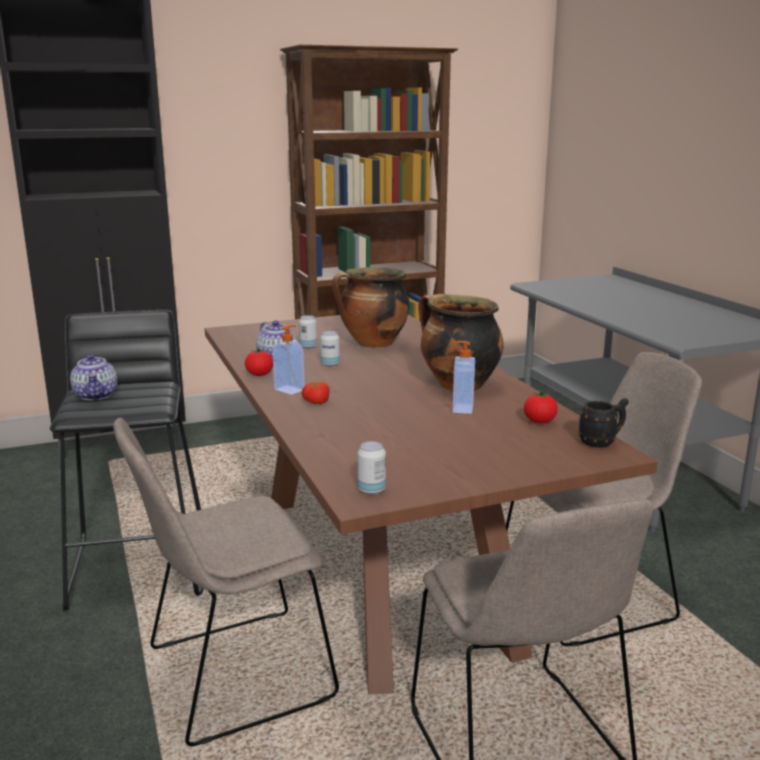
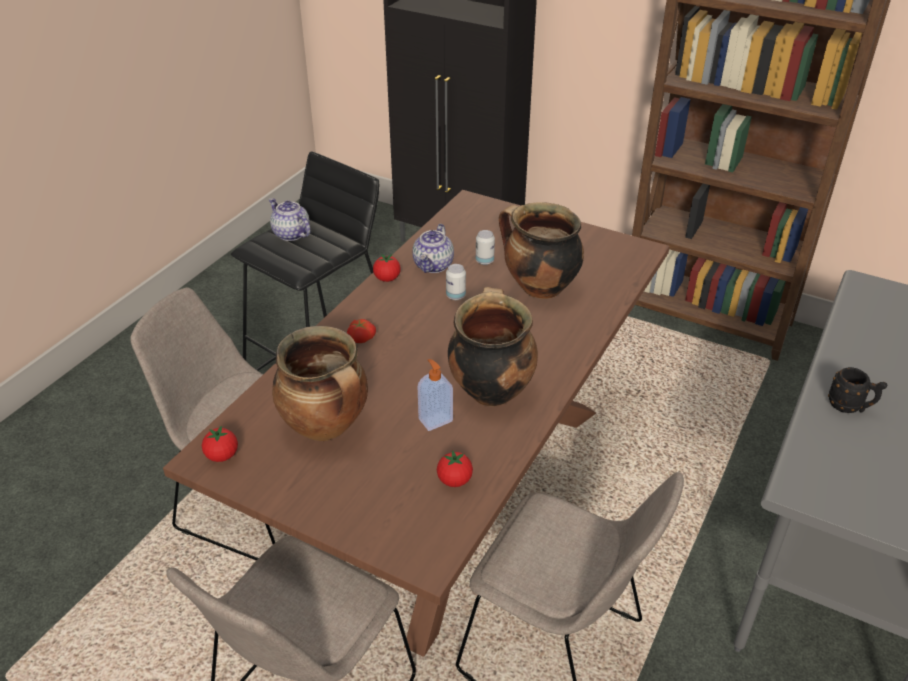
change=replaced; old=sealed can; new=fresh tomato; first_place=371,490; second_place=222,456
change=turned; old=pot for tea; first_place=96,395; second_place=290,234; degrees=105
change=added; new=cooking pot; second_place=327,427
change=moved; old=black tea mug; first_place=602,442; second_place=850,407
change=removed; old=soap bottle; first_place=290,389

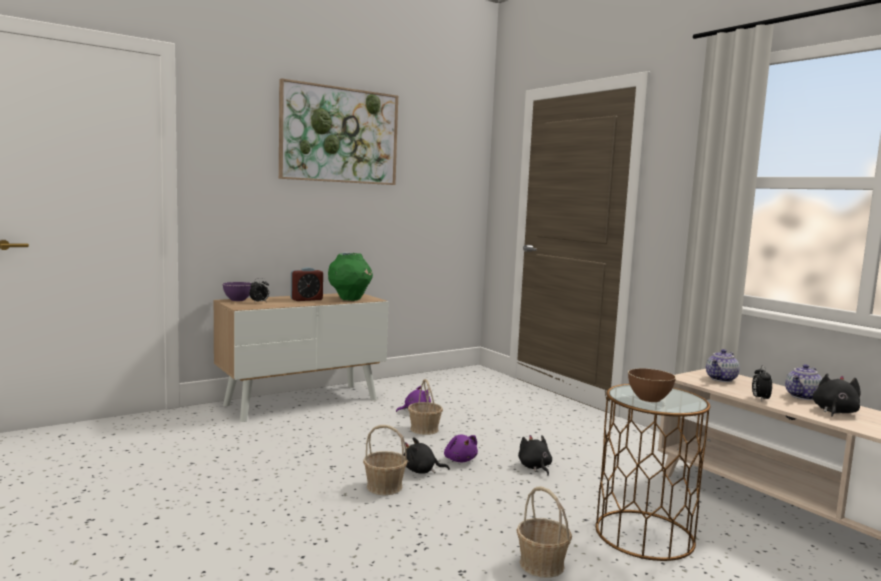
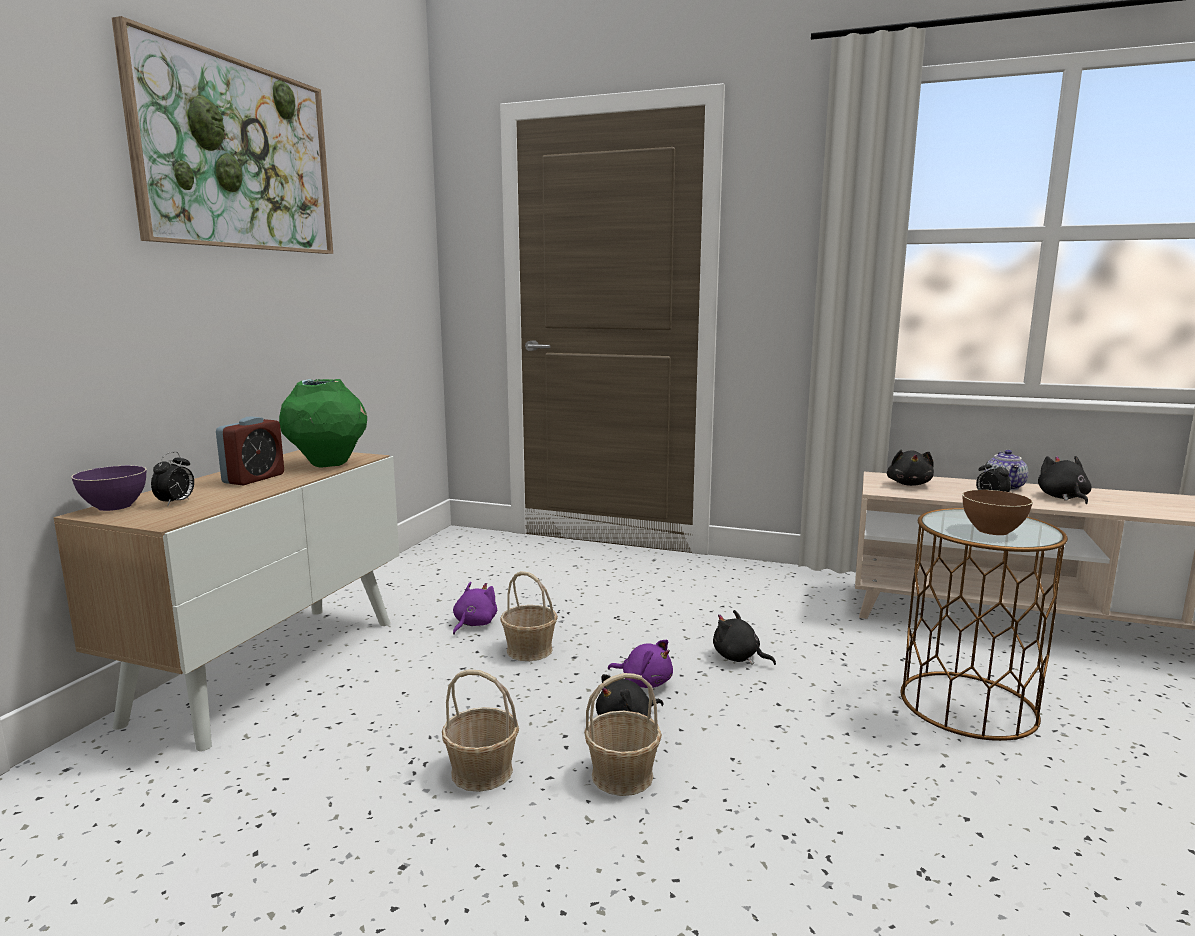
change=moved; old=storage basket; first_place=541,565; second_place=482,772
change=replaced; old=pot for tea; new=black cuddly toy; first_place=721,379; second_place=909,484

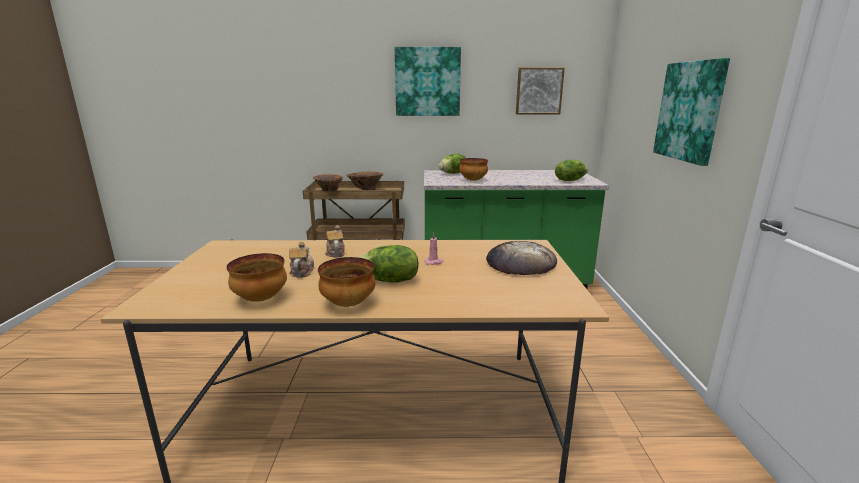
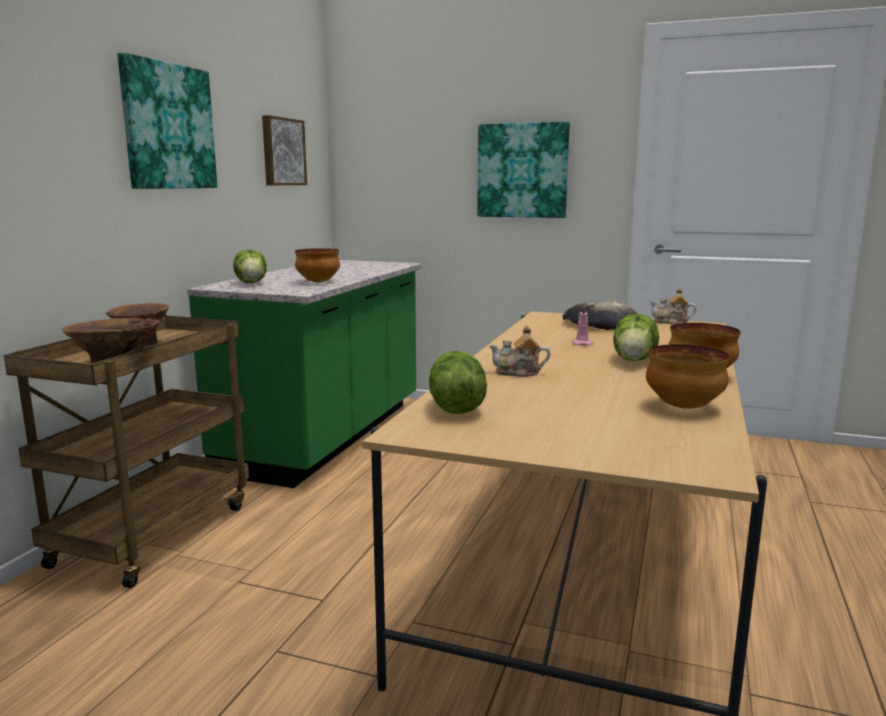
change=moved; old=lettuce; first_place=570,180; second_place=455,408
change=moved; old=pot for tea; first_place=302,272; second_place=671,322

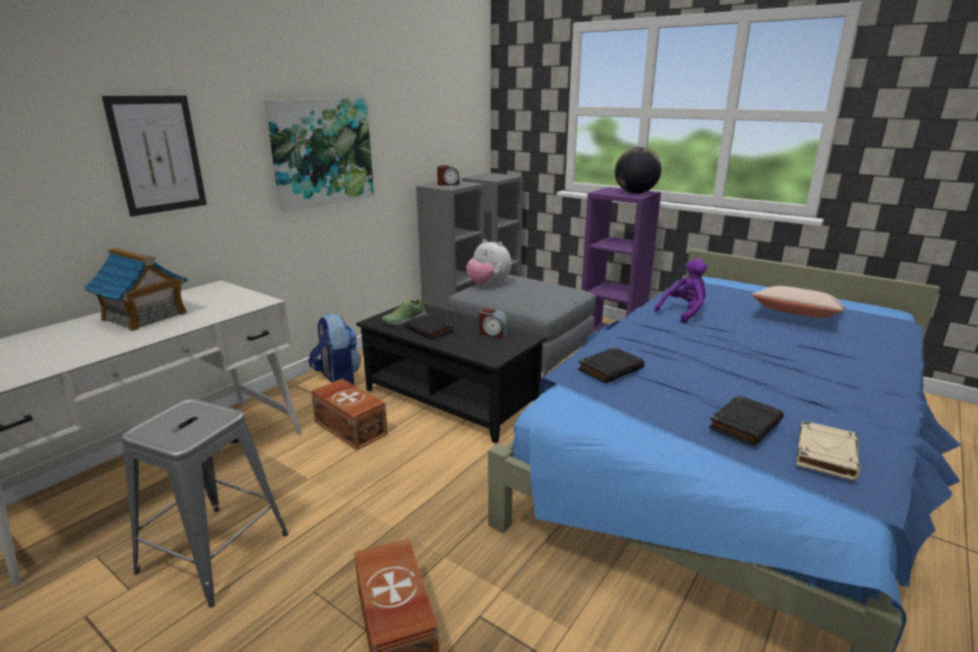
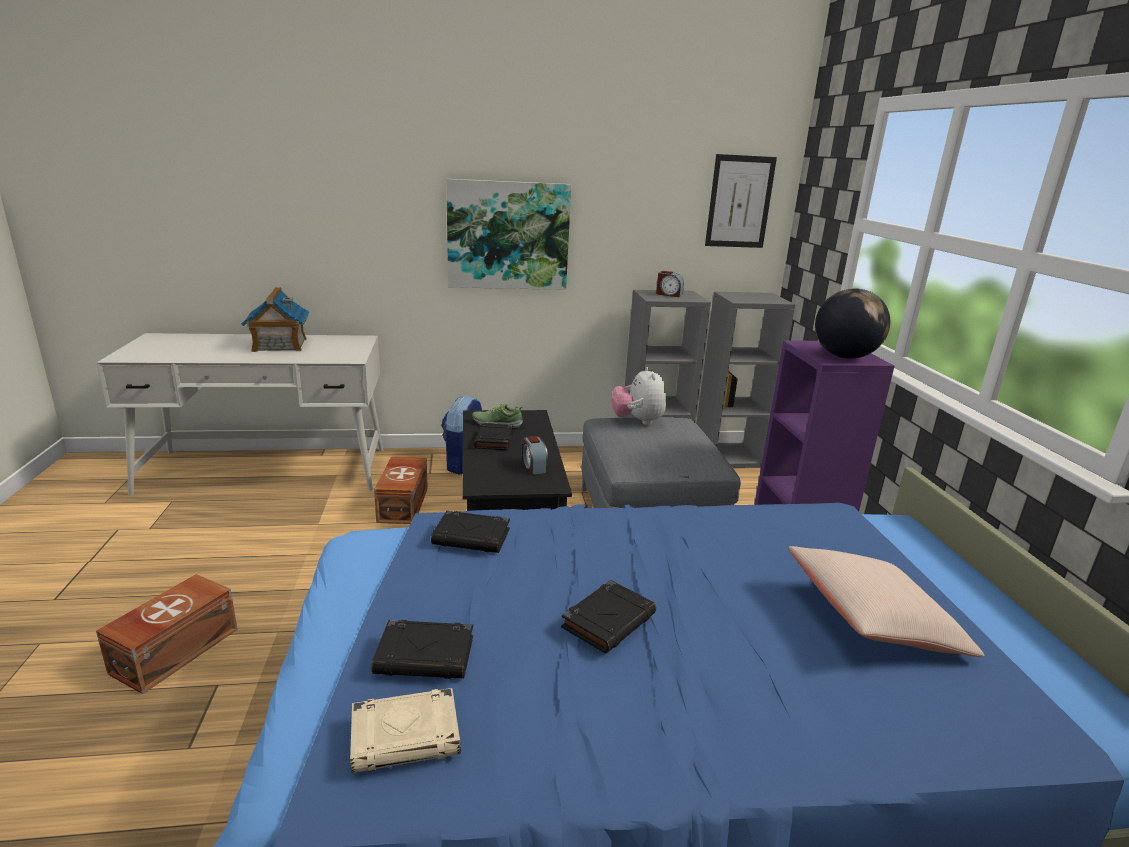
change=added; new=black volume; second_place=608,620
change=moved; old=wall picture; first_place=158,155; second_place=739,202
change=removed; old=gray sitting stool; first_place=214,552
change=removed; old=purple-coloured cuddly toy; first_place=683,312

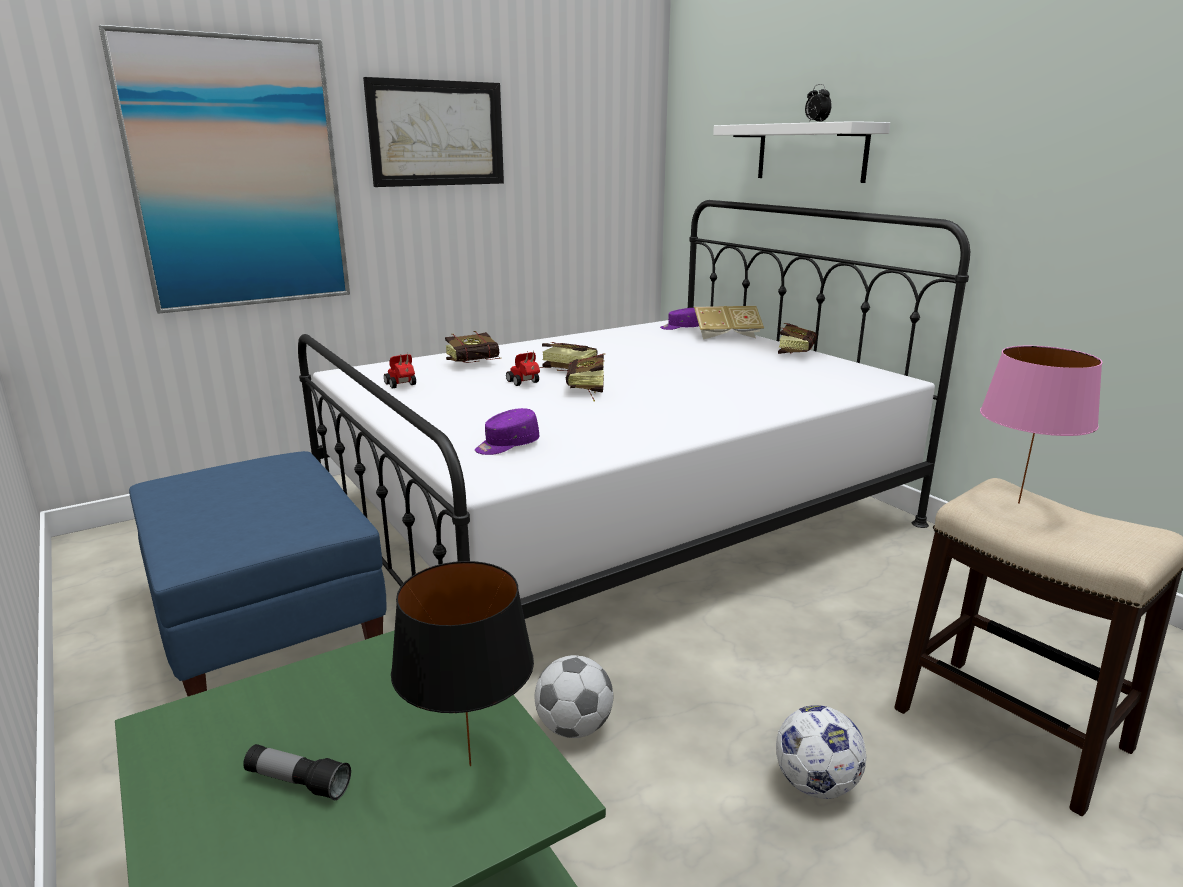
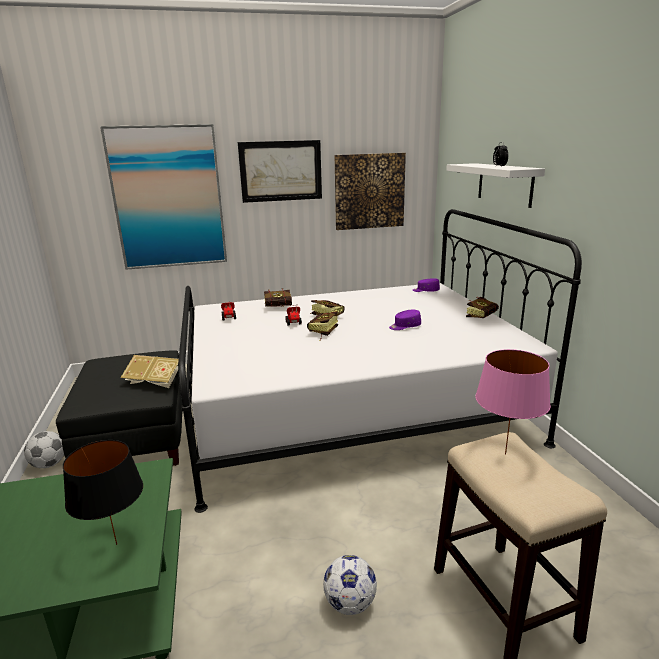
change=moved; old=football ball; first_place=574,727; second_place=49,464
change=recoloured; old=blue footrest; new=black footrest; first_place=266,620; second_place=136,439
change=moved; old=volume; first_place=726,336; second_place=154,382
change=added; new=wall picture; second_place=369,191
change=moved; old=purple-coloured peaked cap; first_place=507,445; second_place=404,326
change=removed; old=flashlight; first_place=298,782

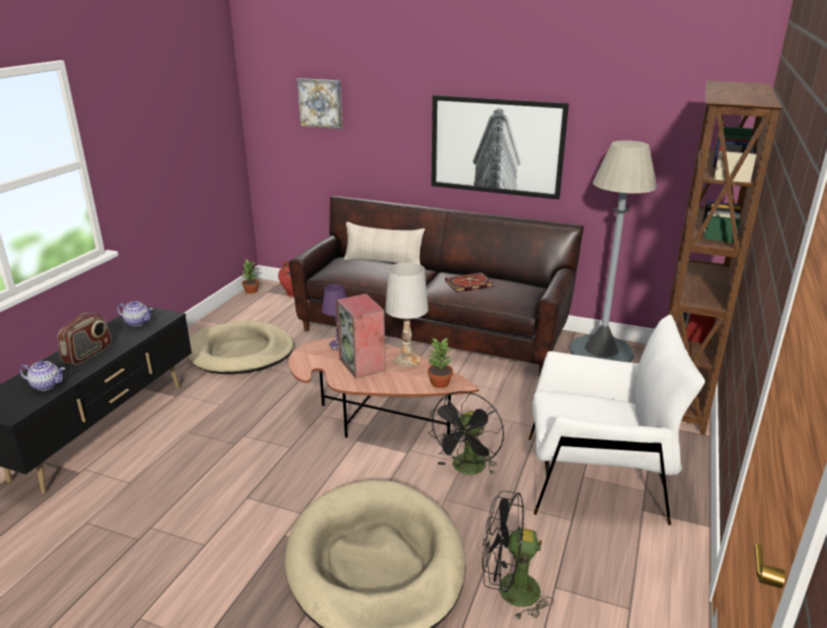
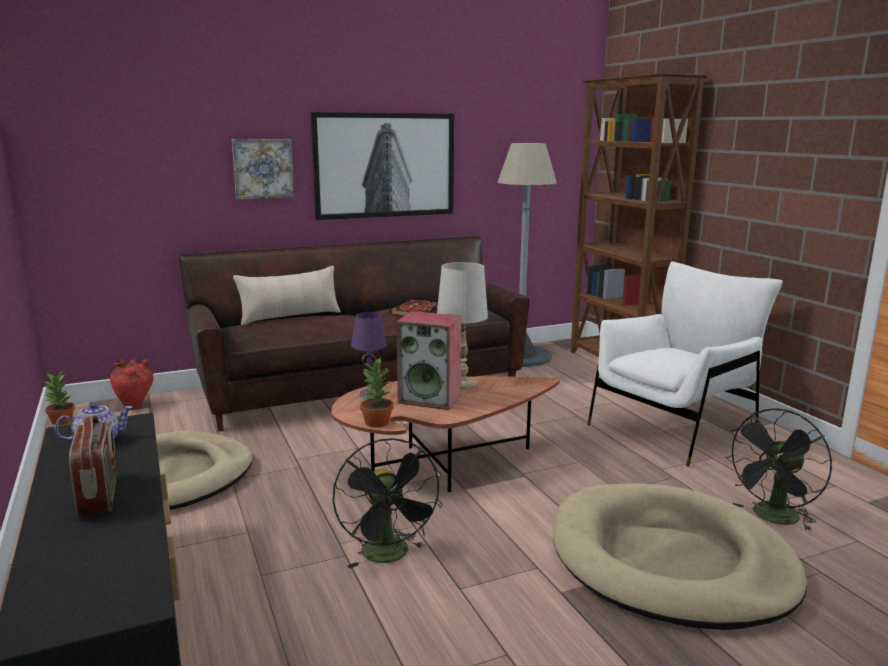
change=moved; old=wall picture; first_place=321,103; second_place=263,168
change=moved; old=black electric fan; first_place=467,470; second_place=390,556
change=moved; old=houseplant; first_place=439,383; second_place=376,422
change=removed; old=pot for tea; first_place=47,385

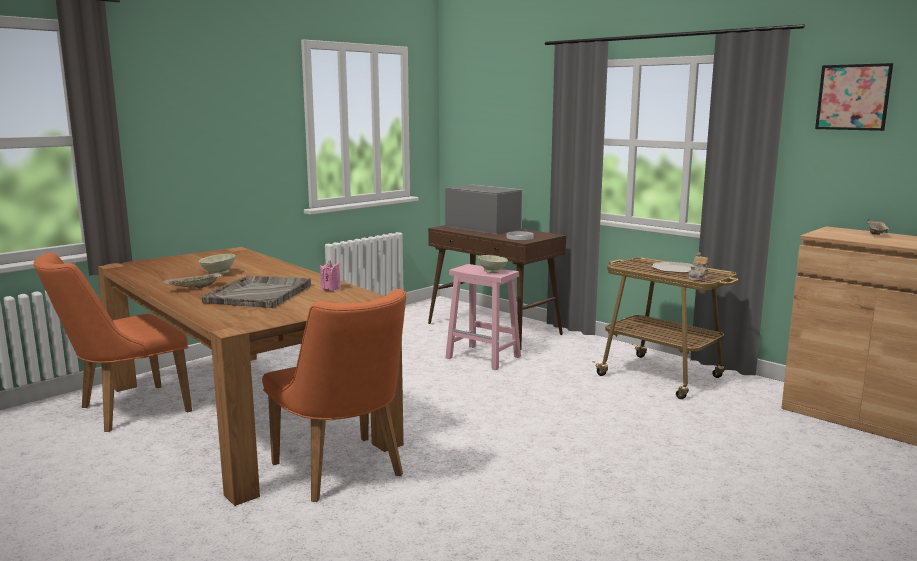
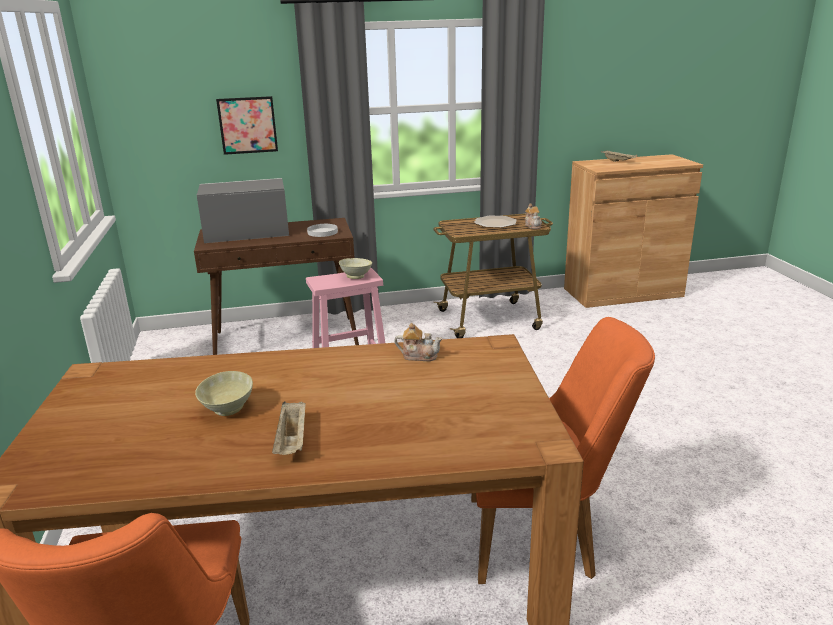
change=moved; old=wall picture; first_place=853,97; second_place=247,125
change=replaced; old=pinkish candle; new=pot for tea; first_place=330,289; second_place=419,356
change=removed; old=gray serving tray; first_place=259,293

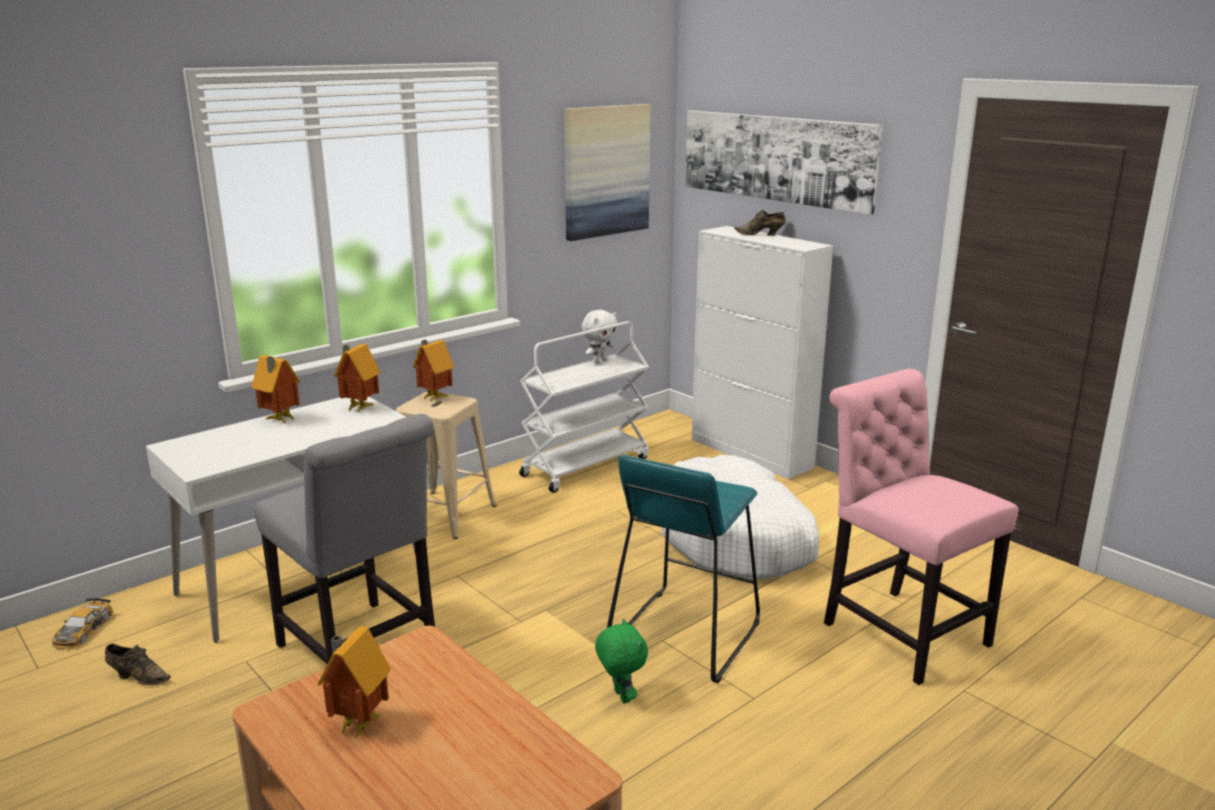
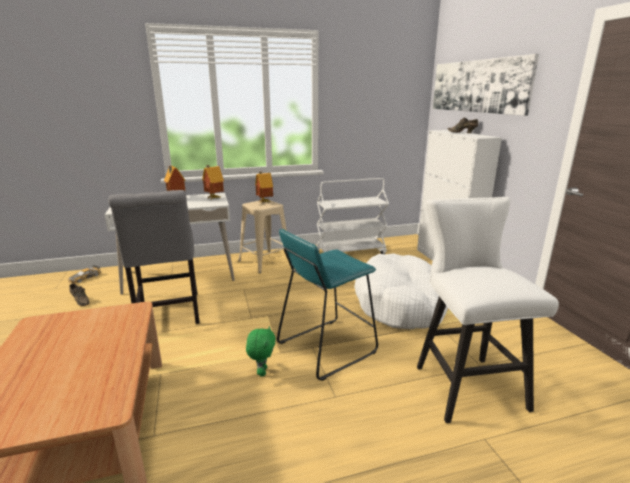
change=replaced; old=pinkish plain chair; new=whitish sitting stool; first_place=899,630; second_place=464,383
change=removed; old=model house; first_place=357,724
change=removed; old=wall picture; first_place=606,171
change=removed; old=whitish cuddly toy; first_place=599,361

